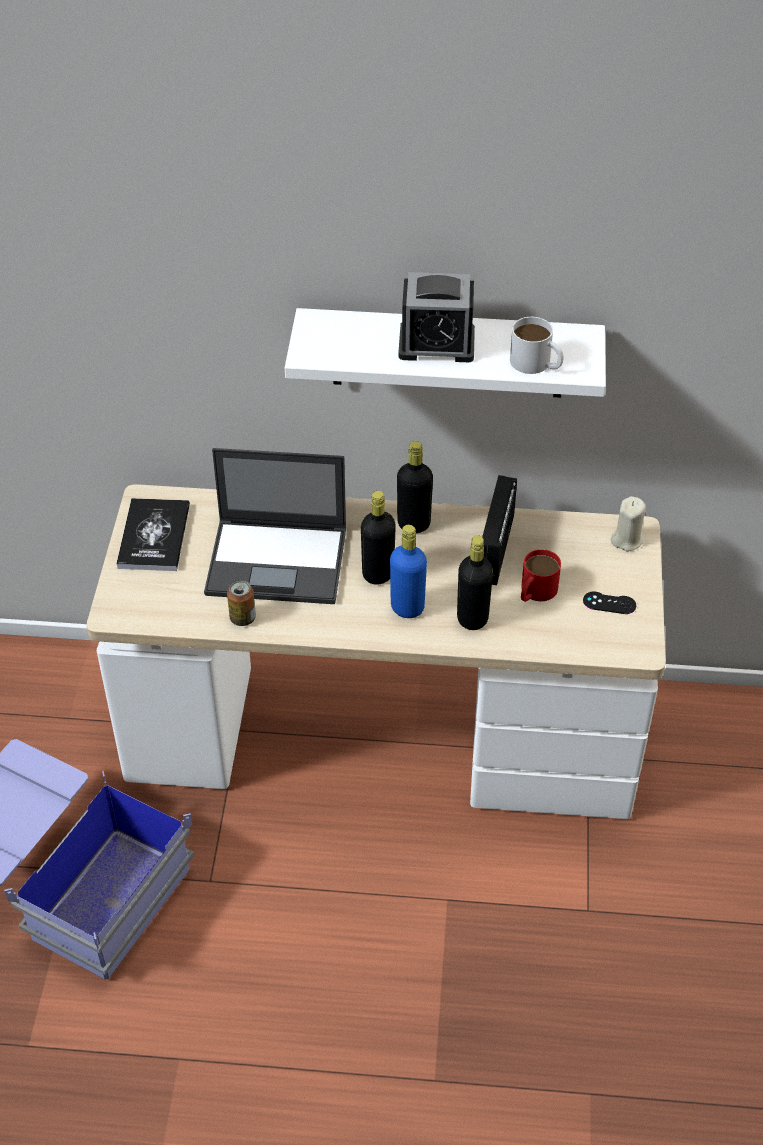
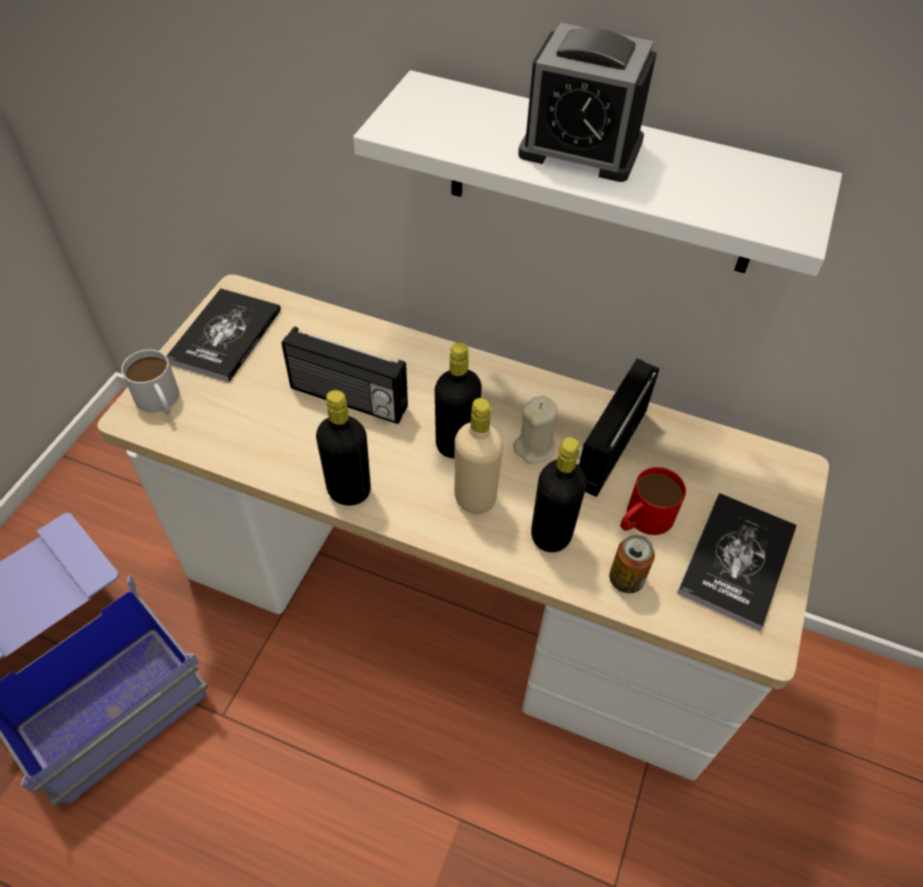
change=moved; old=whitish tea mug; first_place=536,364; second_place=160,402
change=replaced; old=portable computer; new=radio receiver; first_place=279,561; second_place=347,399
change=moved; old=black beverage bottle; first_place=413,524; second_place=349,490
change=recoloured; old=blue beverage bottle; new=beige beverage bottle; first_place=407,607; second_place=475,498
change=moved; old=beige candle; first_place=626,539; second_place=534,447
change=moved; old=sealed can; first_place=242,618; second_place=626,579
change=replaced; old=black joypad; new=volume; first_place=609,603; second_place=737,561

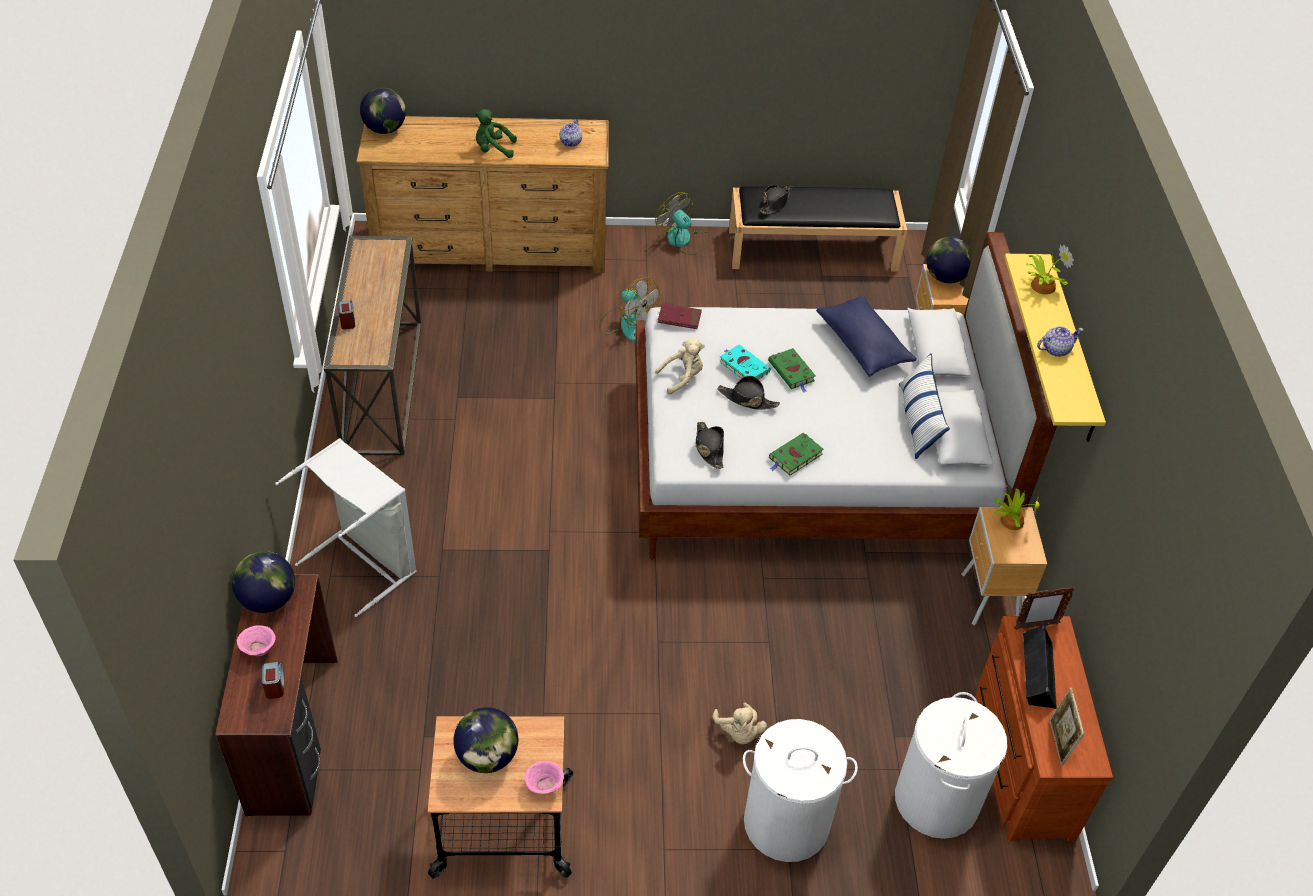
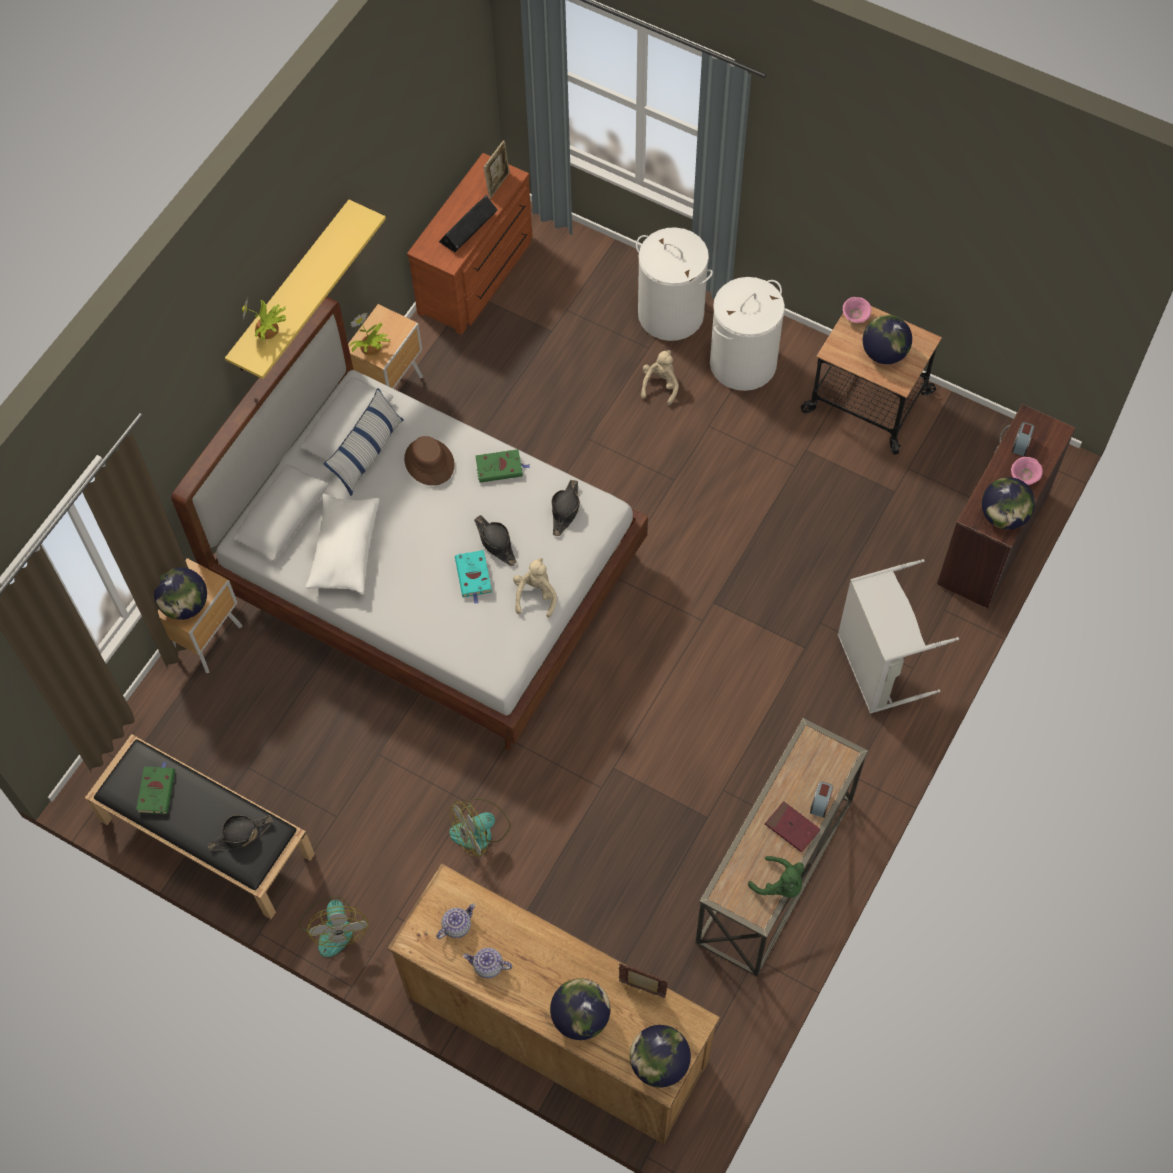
change=moved; old=green-coloured volume; first_place=792,372; second_place=156,790
change=recoloured; old=blue throw pillow; new=whitish throw pillow; first_place=863,345; second_place=345,550
change=added; new=brown-coloured clothing hat; second_place=429,462
change=turned; old=electric fan; first_place=627,323; second_place=480,830; degrees=-105
change=moved; old=pot for tea; first_place=1056,349; second_place=488,966
change=turned; old=beige cuddly toy; first_place=682,378; second_place=535,595; degrees=90
change=added; new=globe; second_place=581,1016
change=moved; old=standing frame; first_place=1036,626; second_place=642,990
change=moved; old=whitish laundry basket; first_place=937,800; second_place=743,363
change=moved; old=green-coloured cuddly toy; first_place=493,149; second_place=780,885
change=moved; old=red volume; first_place=679,318; second_place=792,827

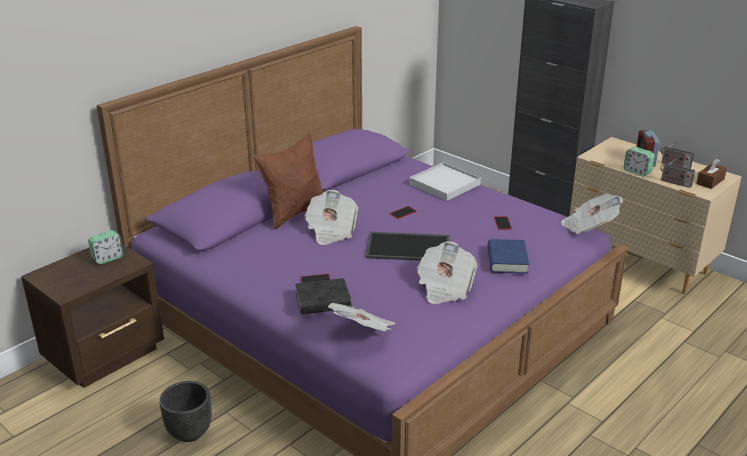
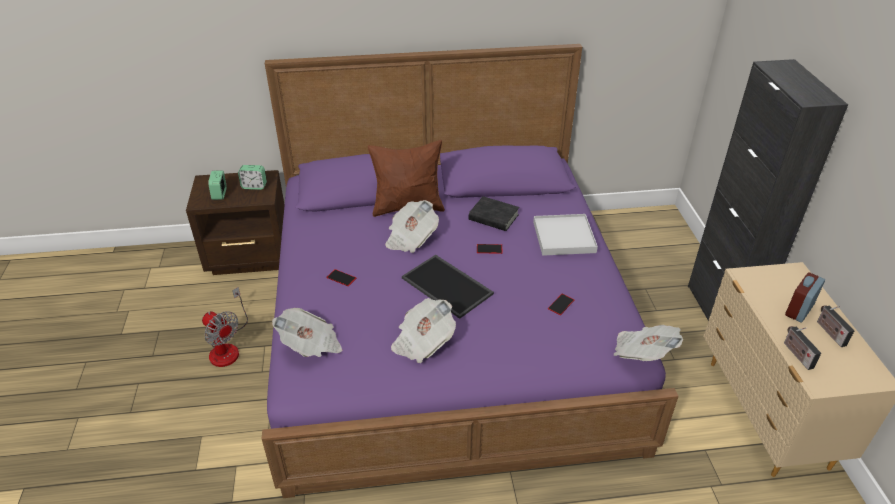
change=replaced; old=black planter; new=electric fan; first_place=189,432; second_place=227,347
change=moved; old=alarm clock; first_place=637,172; second_place=220,194
change=moved; old=black volume; first_place=323,301; second_place=493,217
change=removed; old=blue volume; first_place=507,260
change=removed; old=brown-coloured box of tissues; first_place=710,181

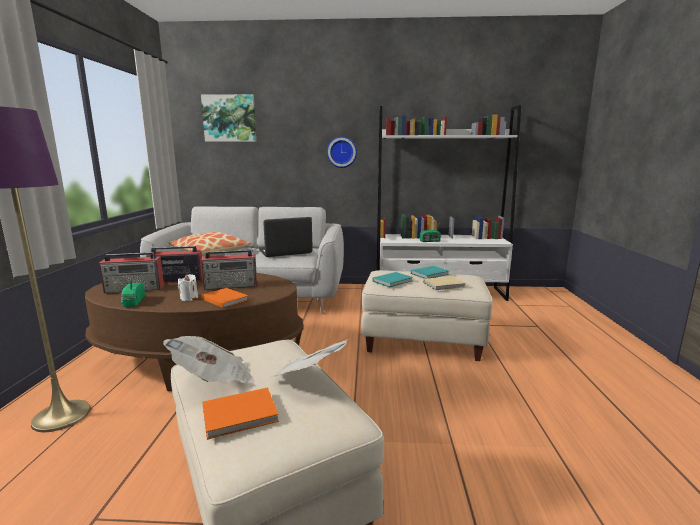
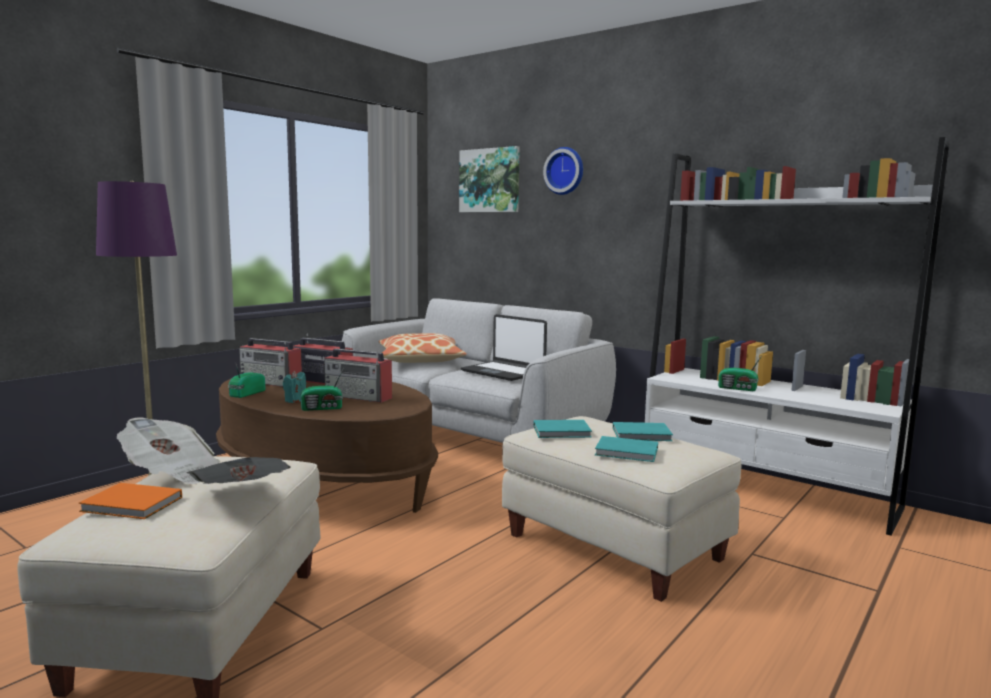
change=recoloured; old=whitish candle; new=turquoise-coloured candle; first_place=189,298; second_place=295,400
change=replaced; old=orangey volume; new=radio receiver; first_place=225,299; second_place=323,408
change=turned; old=portable computer; first_place=285,252; second_place=503,372; degrees=-150
change=moved; old=wall clock; first_place=342,152; second_place=565,171
change=recoloured; old=beige volume; new=turquoise-coloured volume; first_place=445,285; second_place=628,452

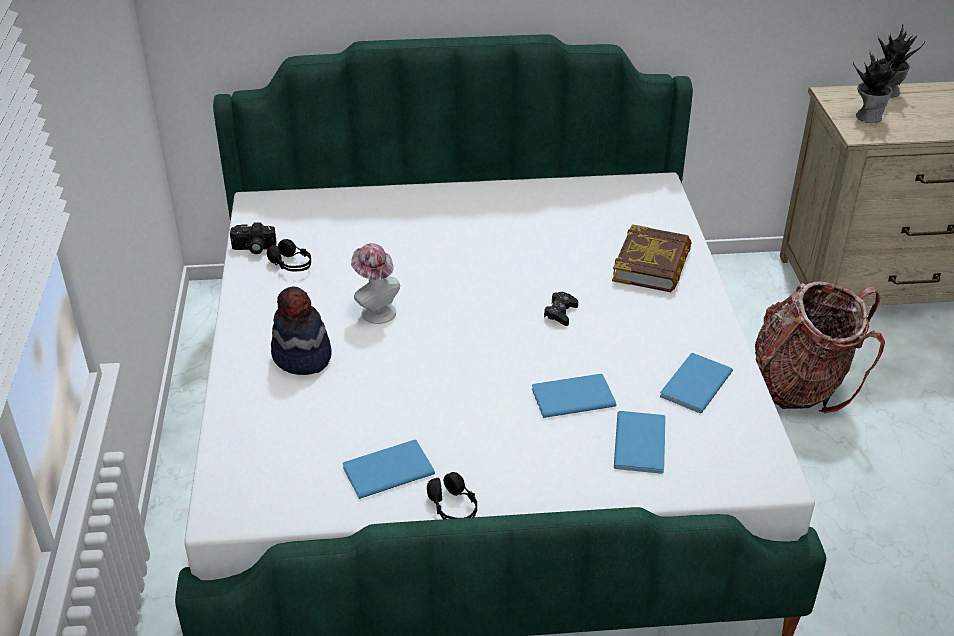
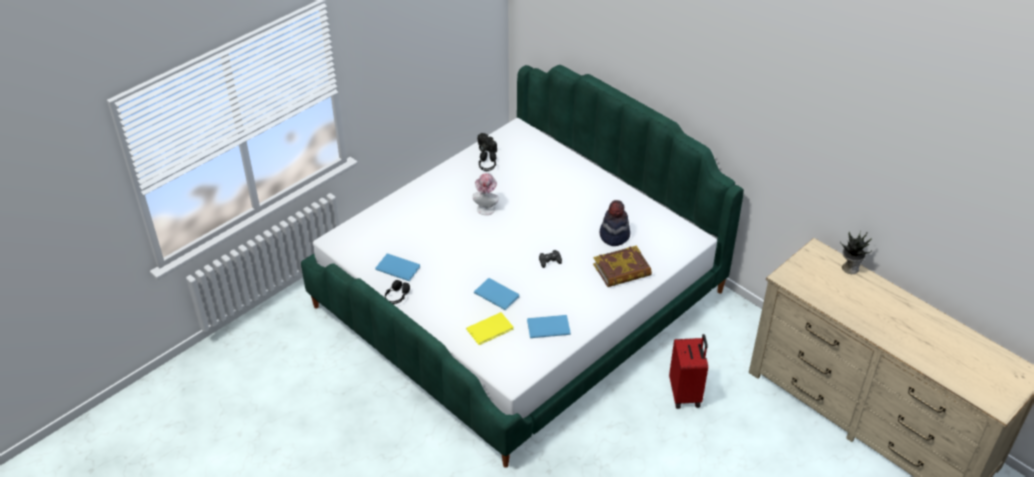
change=recoloured; old=blue volume; new=yellowish volume; first_place=642,442; second_place=491,329
change=moved; old=clothing hat; first_place=301,357; second_place=614,235
change=replaced; old=backpack; new=red piece of luggage; first_place=801,386; second_place=686,394
change=removed; old=houseplant; first_place=868,116

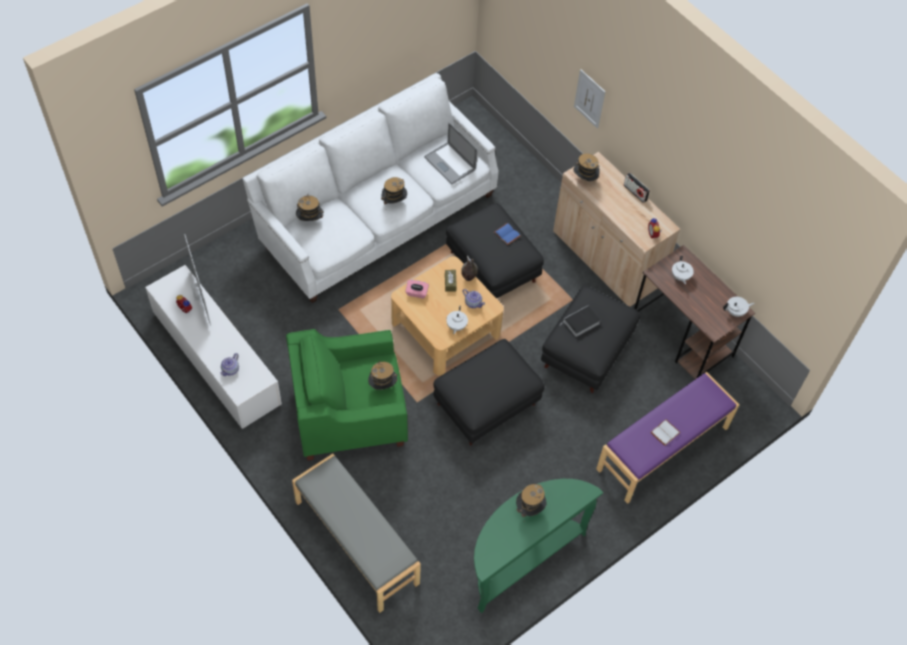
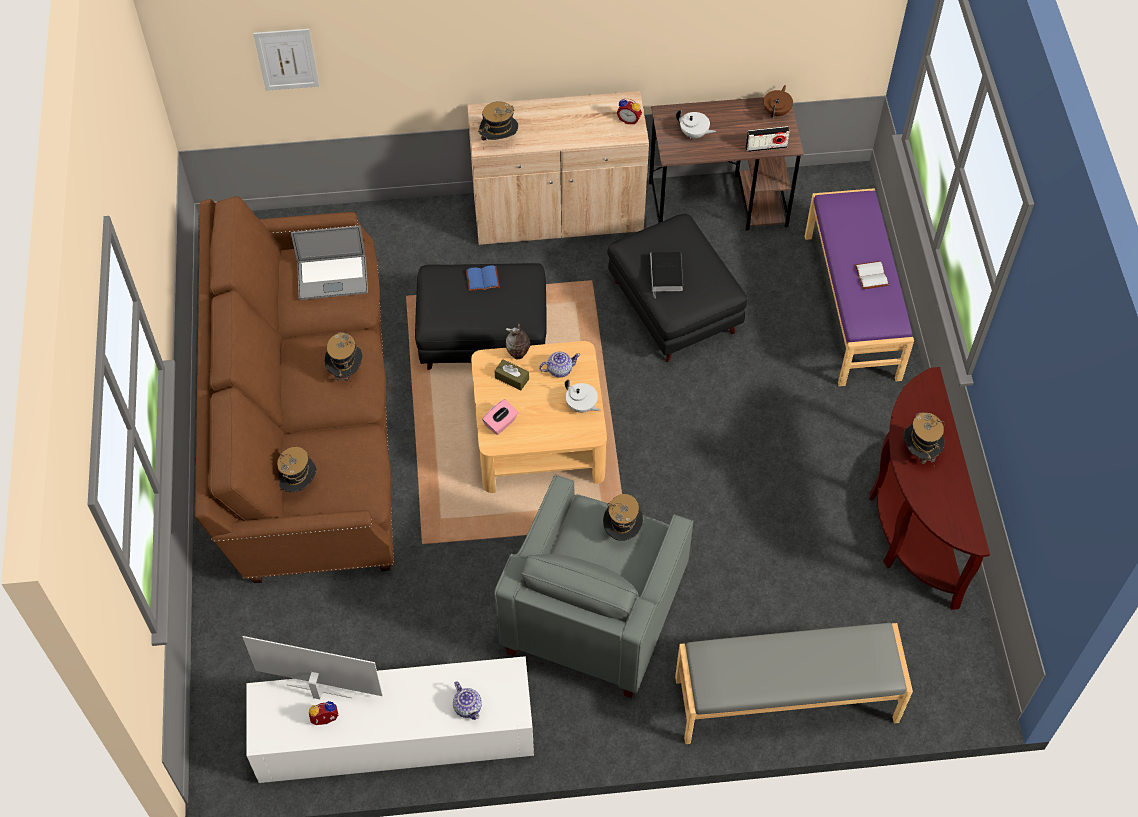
change=recoloured; old=whitish settee; new=brown-coloured settee; first_place=376,216; second_place=307,423
change=moved; old=wall picture; first_place=589,98; second_place=287,59
change=recoloured; old=green-coloured easy chair; new=gray easy chair; first_place=349,414; second_place=594,613
change=moved; old=radio receiver; first_place=635,192; second_place=766,147
change=recoloured; old=whitish pot for tea; new=brown-coloured pot for tea; first_place=735,312; second_place=777,111
change=recoloured; old=green-coloured narrow table; new=brown-coloured narrow table; first_place=521,557; second_place=910,526
change=removed; old=black footrest; first_place=486,405

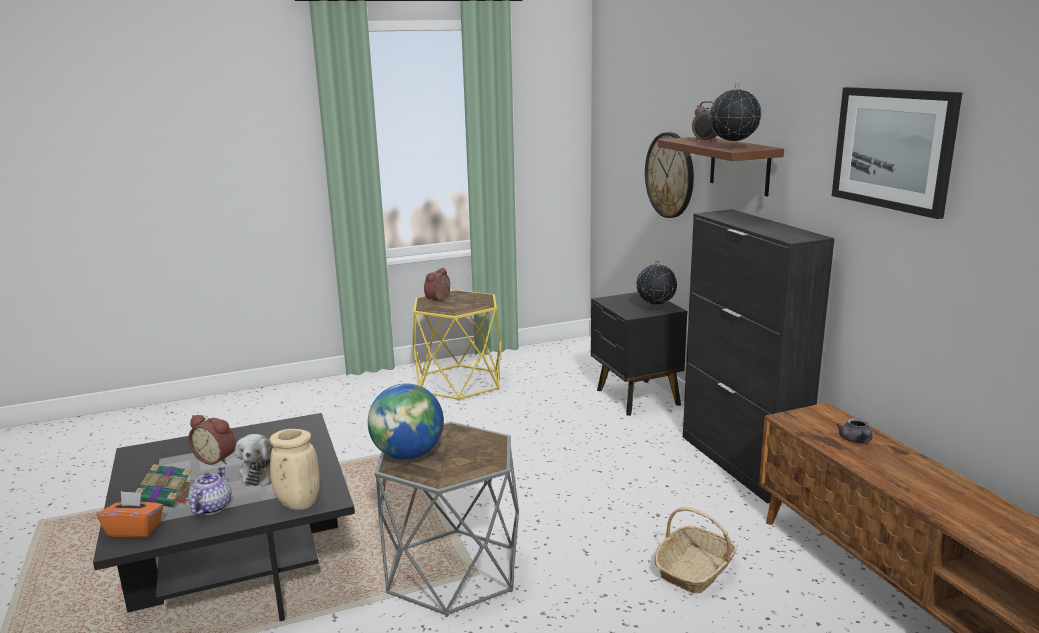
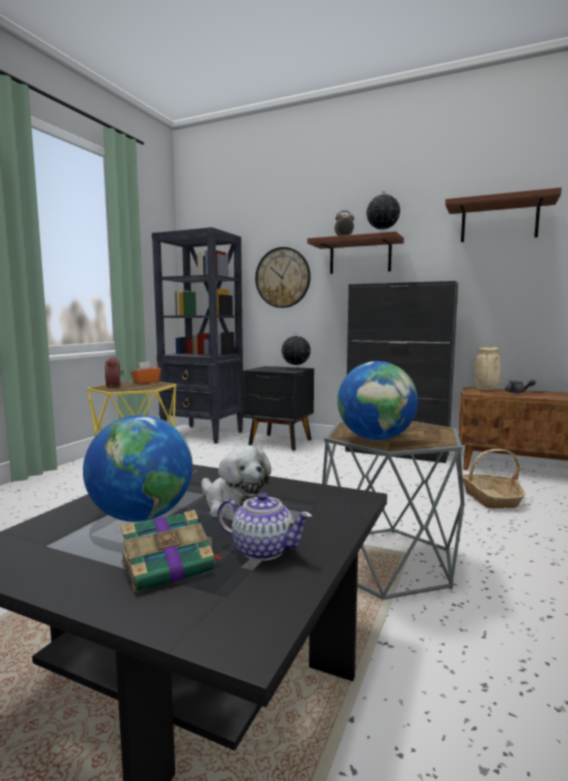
change=replaced; old=alarm clock; new=globe; first_place=217,458; second_place=141,517
change=moved; old=orangey box of tissues; first_place=135,530; second_place=146,382
change=added; new=black shelving unit; second_place=203,434
change=turned; old=pot for tea; first_place=211,508; second_place=262,550; degrees=150
change=replaced; old=wall picture; new=brown-coloured bracket shelf; first_place=893,149; second_place=499,221
change=moved; old=beige vase; first_place=297,504; second_place=486,389

